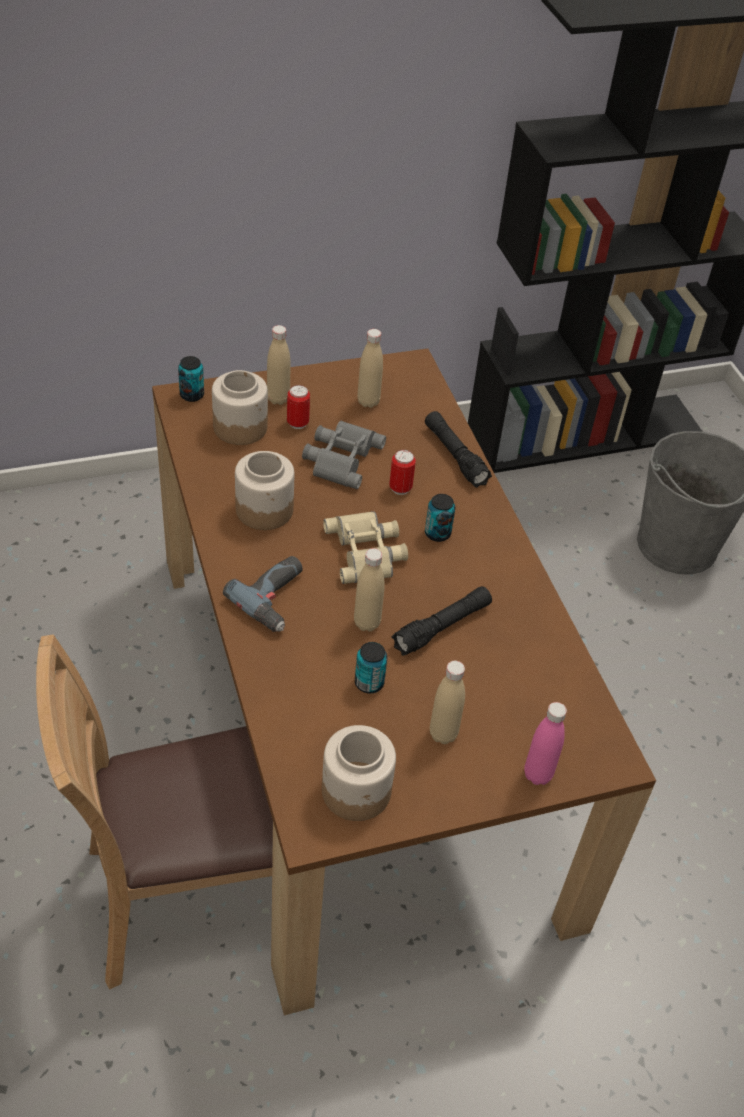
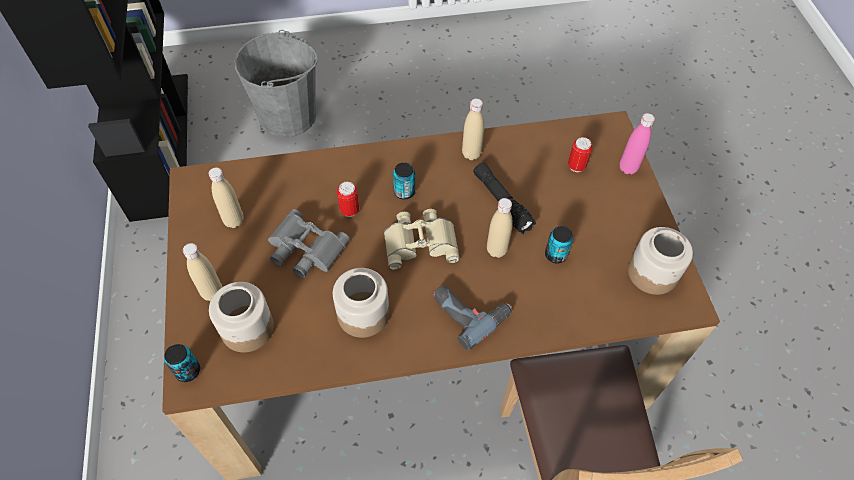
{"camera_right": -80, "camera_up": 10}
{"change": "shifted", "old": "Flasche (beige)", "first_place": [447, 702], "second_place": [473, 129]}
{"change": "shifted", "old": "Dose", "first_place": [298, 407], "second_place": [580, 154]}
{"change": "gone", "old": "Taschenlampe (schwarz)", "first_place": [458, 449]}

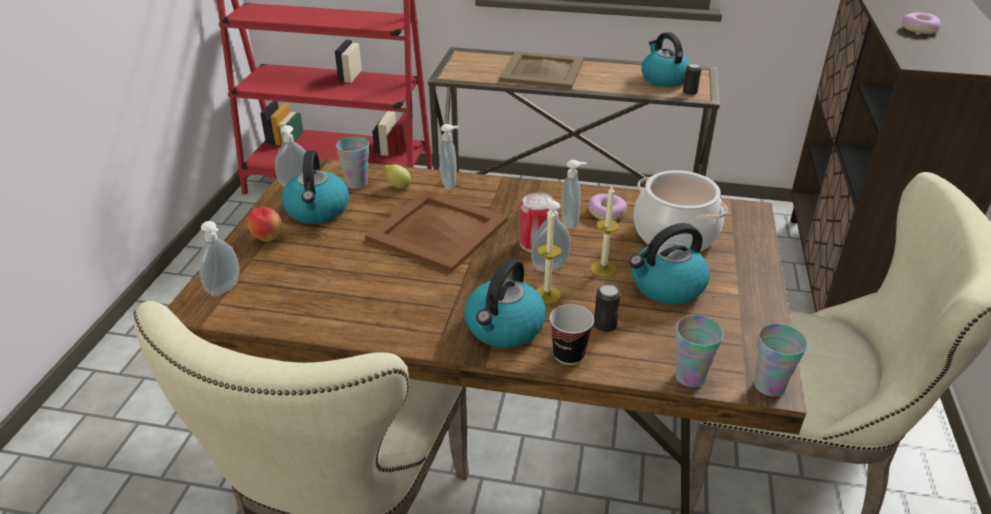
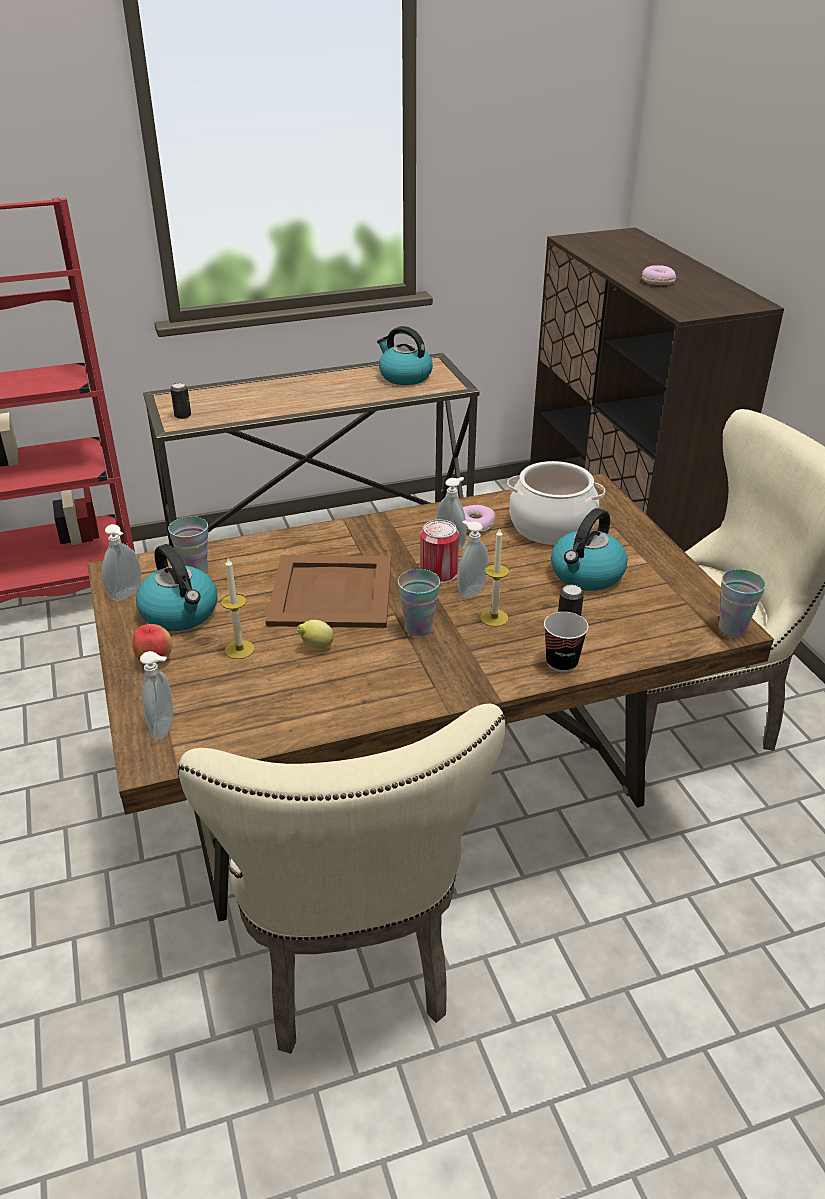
{"camera_right": -30, "camera_up": 0}
{"change": "shifted", "old": "Dose", "first_place": [692, 79], "second_place": [180, 401]}
{"change": "shifted", "old": "Kerze", "first_place": [605, 231], "second_place": [238, 608]}
{"change": "shifted", "old": "Zitrone", "first_place": [397, 176], "second_place": [315, 634]}
{"change": "shifted", "old": "Tasse", "first_place": [699, 351], "second_place": [419, 602]}
{"change": "gone", "old": "Seifenspender", "first_place": [449, 156]}
{"change": "gone", "old": "Wasserkessel", "first_place": [505, 303]}
{"change": "gone", "old": "Tablett (beige)", "first_place": [541, 70]}

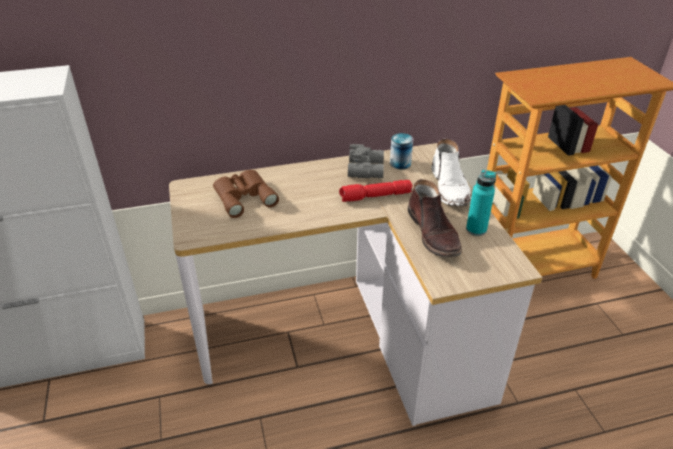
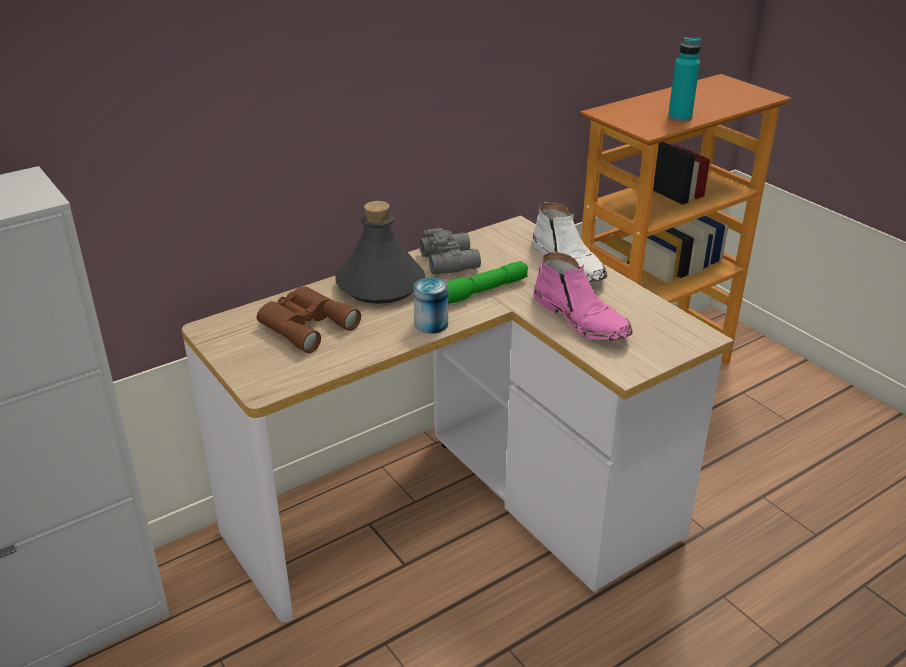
{"camera_right": -20, "camera_up": -5}
{"change": "new", "new": "Flasche (grau)", "second_place": [380, 252]}
{"change": "shifted", "old": "Dose", "first_place": [401, 151], "second_place": [431, 305]}
{"change": "repainted", "old": "Taschenlampe (rot)", "new": "Taschenlampe (grün)", "first_place": [375, 191], "second_place": [487, 282]}
{"change": "repainted", "old": "Stiefel (braun)", "new": "Stiefel (rosa)", "first_place": [435, 218], "second_place": [583, 296]}
{"change": "shifted", "old": "Flasche (türkis)", "first_place": [481, 203], "second_place": [684, 79]}

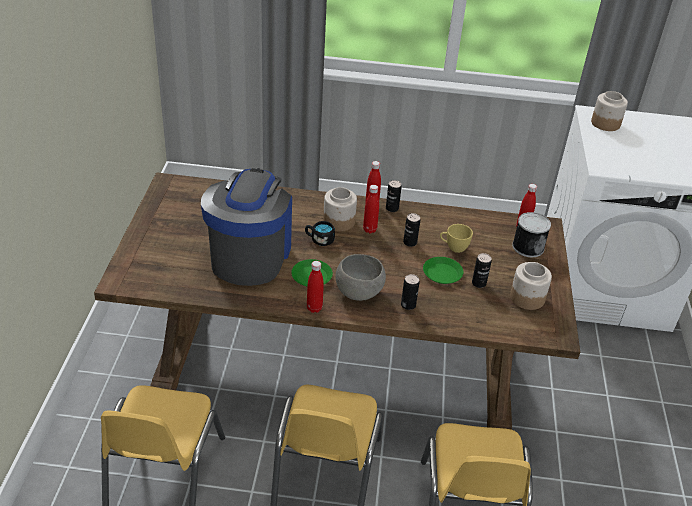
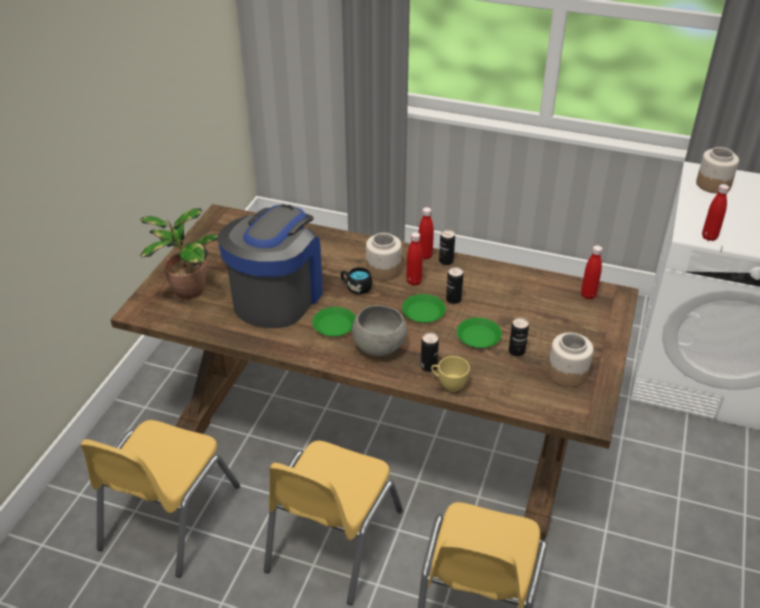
{"camera_right": 15, "camera_up": 0}
{"change": "new", "new": "Topfpflanze", "second_place": [179, 253]}
{"change": "new", "new": "Teller (grün)", "second_place": [424, 308]}
{"change": "shifted", "old": "Tasse (gelb)", "first_place": [456, 238], "second_place": [450, 374]}
{"change": "shifted", "old": "Flasche (rot)", "first_place": [315, 287], "second_place": [715, 212]}
{"change": "gone", "old": "Dose", "first_place": [531, 234]}

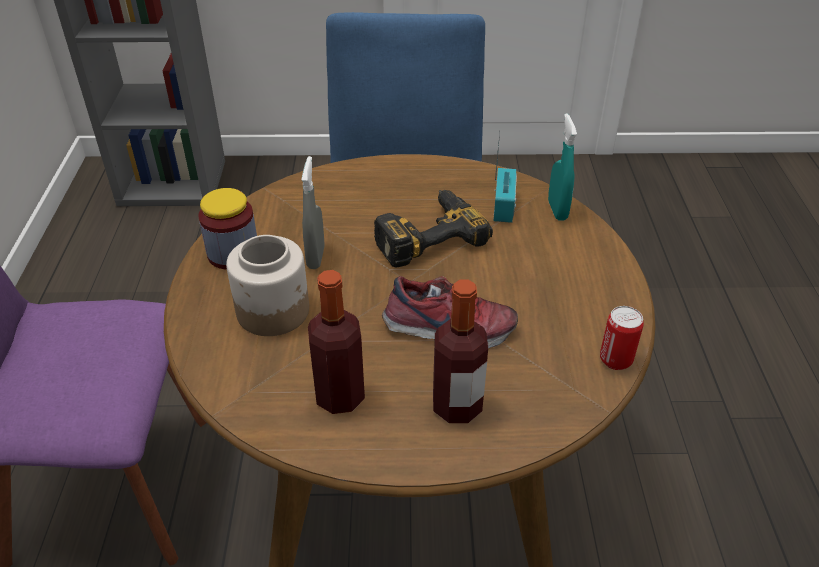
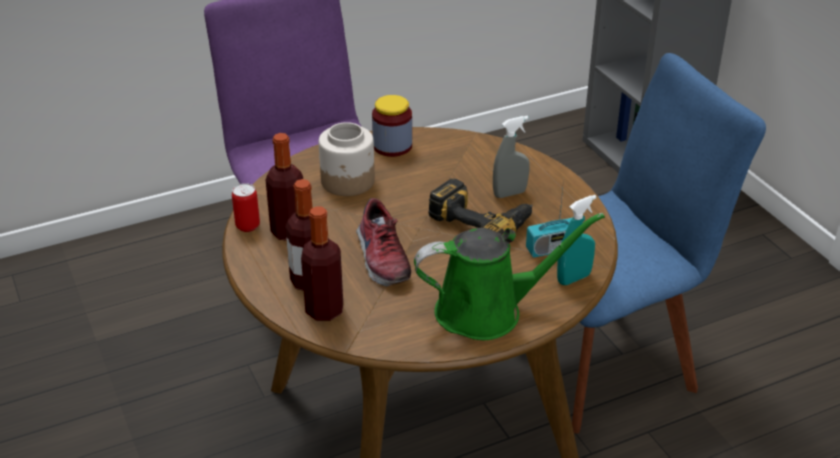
{"camera_right": 65, "camera_up": -5}
{"change": "shifted", "old": "Dose", "first_place": [622, 338], "second_place": [246, 207]}
{"change": "new", "new": "Flasche", "second_place": [322, 264]}
{"change": "new", "new": "Gießkanne (grün)", "second_place": [509, 276]}
{"change": "shifted", "old": "Sprühflasche (grau)", "first_place": [313, 212], "second_place": [511, 157]}

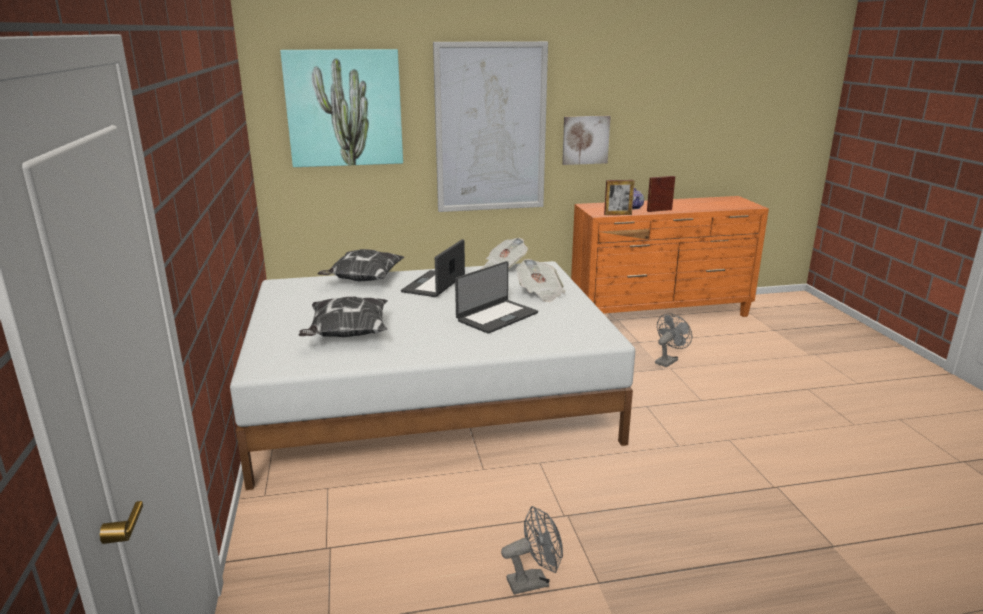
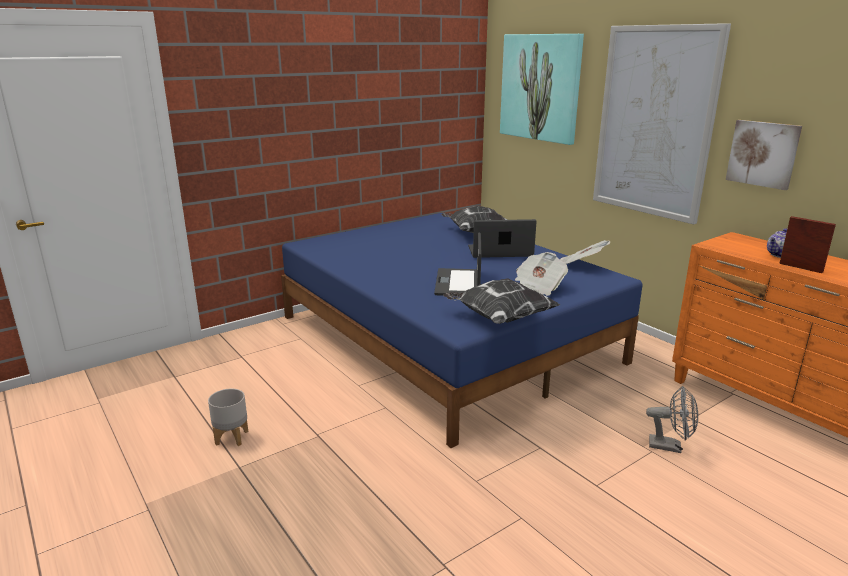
{"camera_right": 65, "camera_up": 0}
{"change": "swapped", "old": "Ventilator (grau)", "new": "Pflanzkübel (grau)", "first_place": [532, 550], "second_place": [228, 417]}
{"change": "repainted", "old": "Bett (weiß)", "new": "Bett (blau)", "first_place": [432, 375], "second_place": [461, 330]}
{"change": "rotated", "old": "Laptop", "first_place": [496, 297], "second_place": [457, 264], "degrees": 75}
{"change": "shifted", "old": "Kissen", "first_place": [342, 317], "second_place": [502, 301]}
{"change": "gone", "old": "Bilderrahmen", "first_place": [619, 197]}

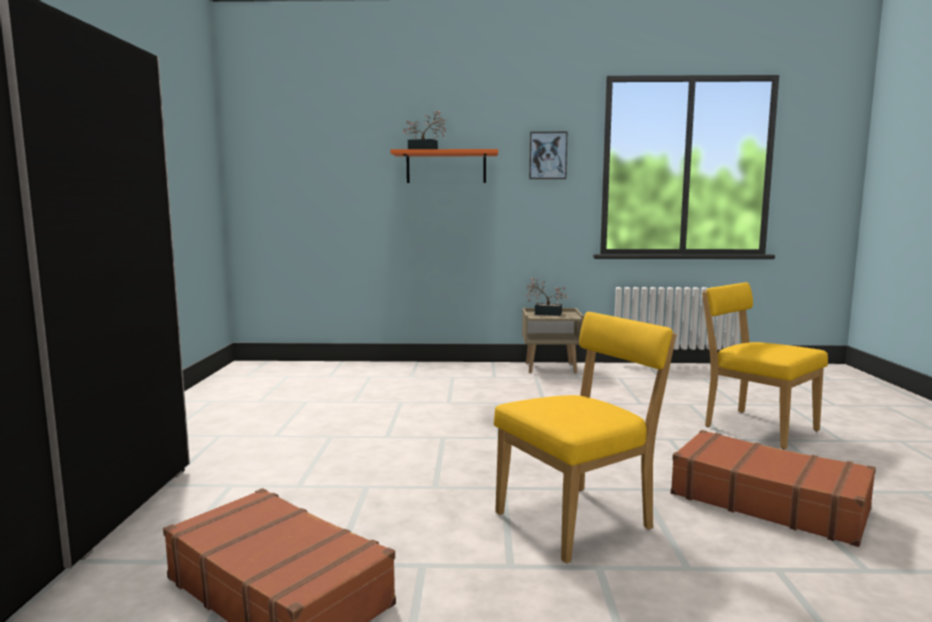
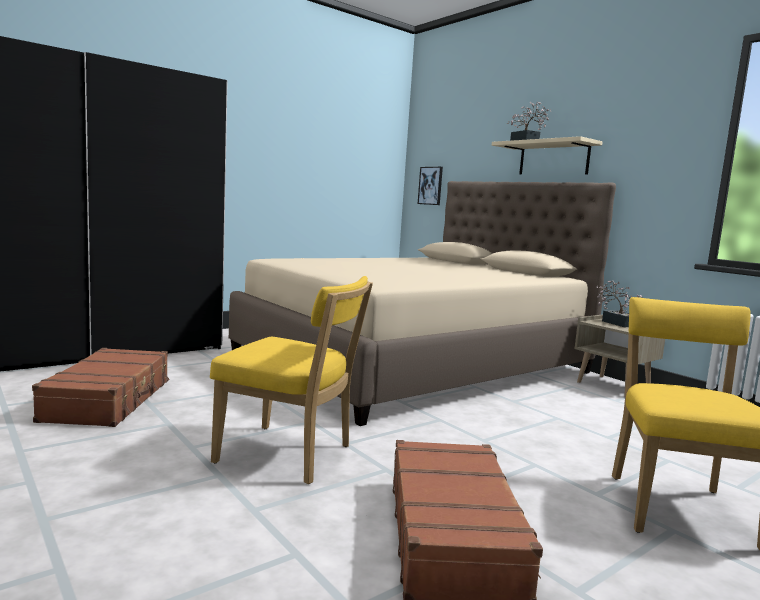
{"camera_right": 50, "camera_up": 0}
{"change": "new", "new": "Bett (beige)", "second_place": [422, 303]}
{"change": "shifted", "old": "Bild", "first_place": [548, 155], "second_place": [430, 186]}
{"change": "repainted", "old": "Wandregal (orange)", "new": "Wandregal (beige)", "first_place": [444, 166], "second_place": [547, 155]}

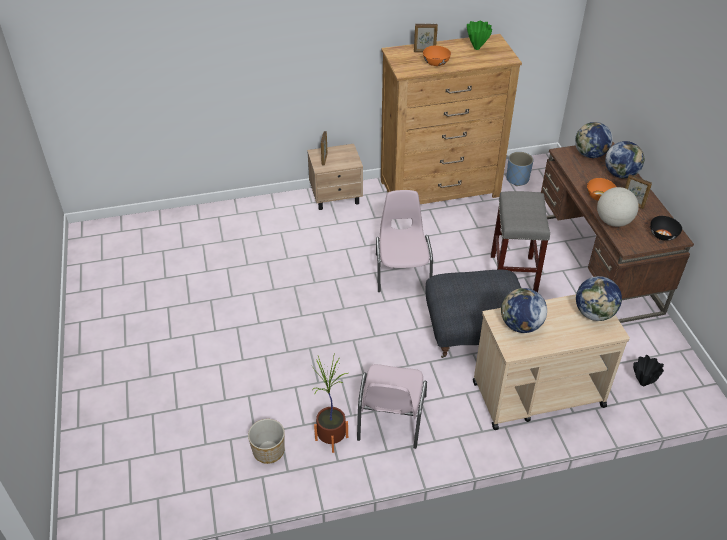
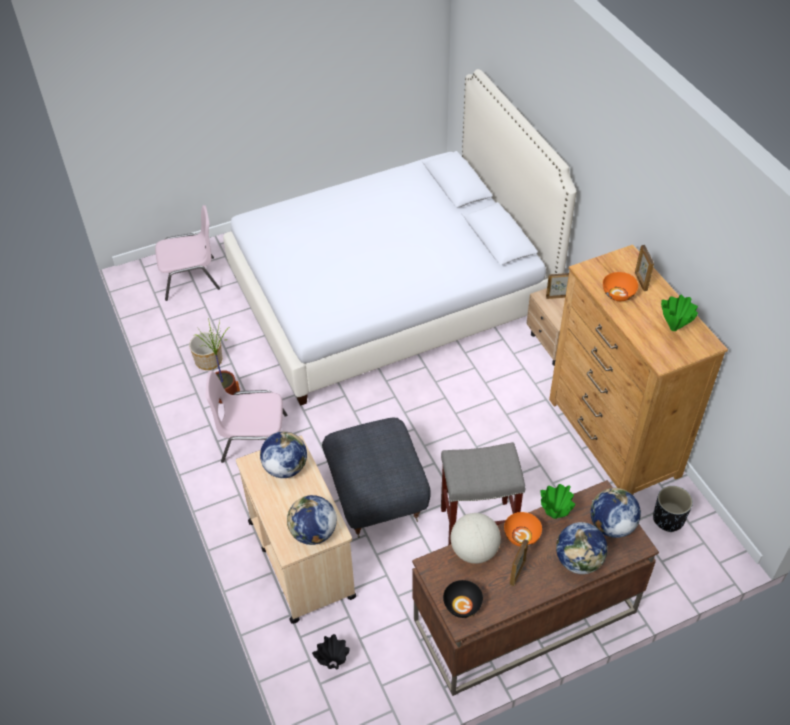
{"camera_right": 80, "camera_up": 5}
{"change": "shifted", "old": "Stuhl (rosa)", "first_place": [404, 241], "second_place": [187, 253]}
{"change": "new", "new": "Bett (weiß)", "second_place": [400, 237]}
{"change": "new", "new": "Vase (grün)", "second_place": [558, 501]}
{"change": "repainted", "old": "Pflanzkübel (blau)", "new": "Pflanzkübel (schwarz)", "first_place": [520, 169], "second_place": [673, 509]}

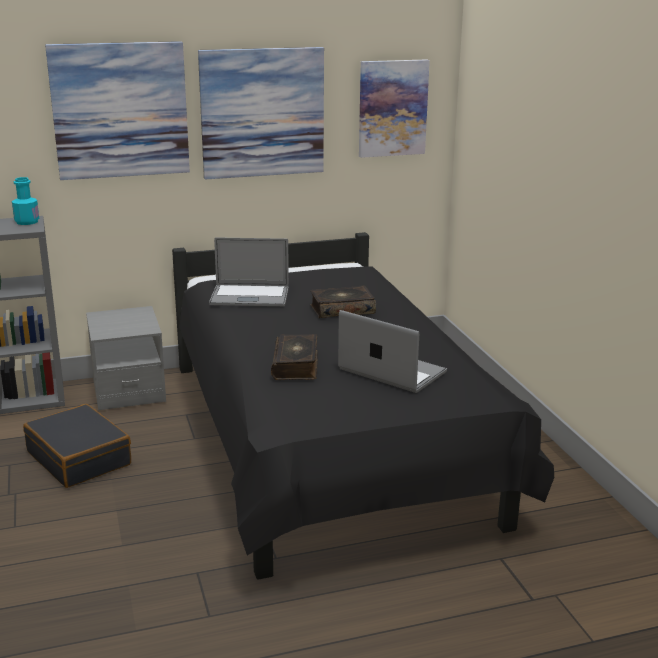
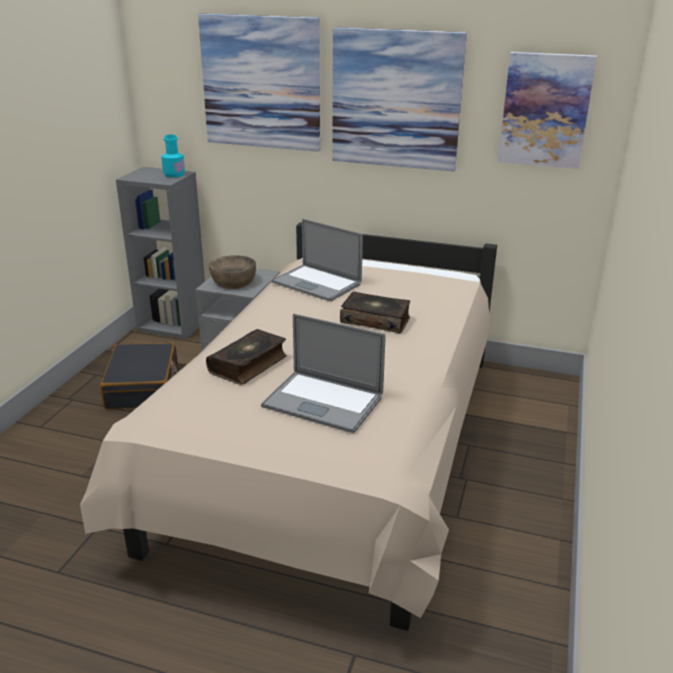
{"camera_right": 35, "camera_up": 5}
{"change": "repainted", "old": "Bett (schwarz)", "new": "Bett (beige)", "first_place": [363, 406], "second_place": [288, 426]}
{"change": "new", "new": "Schüssel (braun)", "second_place": [232, 272]}
{"change": "rotated", "old": "Laptop", "first_place": [392, 351], "second_place": [323, 373], "degrees": 135}

